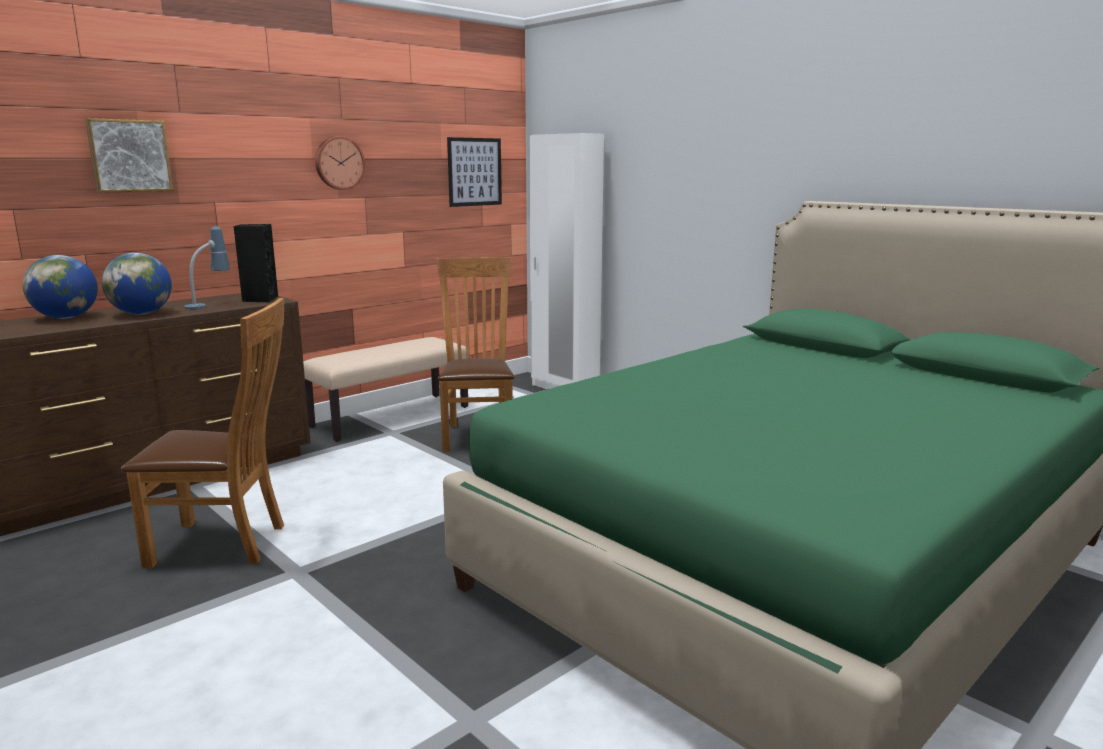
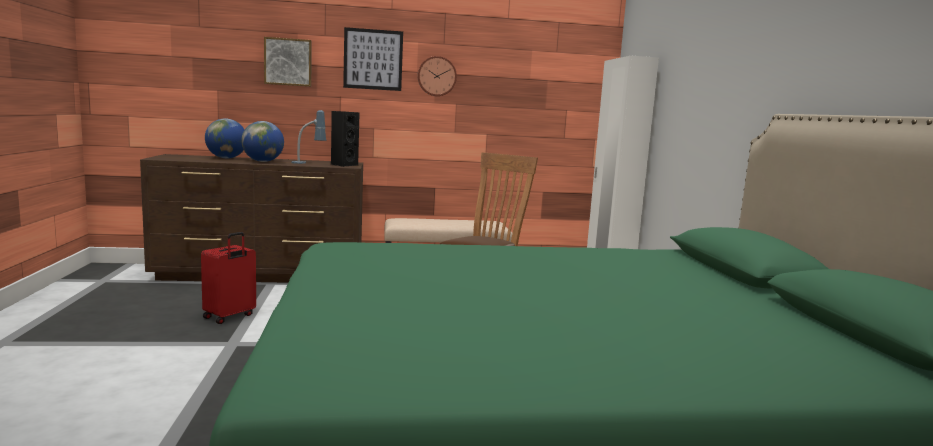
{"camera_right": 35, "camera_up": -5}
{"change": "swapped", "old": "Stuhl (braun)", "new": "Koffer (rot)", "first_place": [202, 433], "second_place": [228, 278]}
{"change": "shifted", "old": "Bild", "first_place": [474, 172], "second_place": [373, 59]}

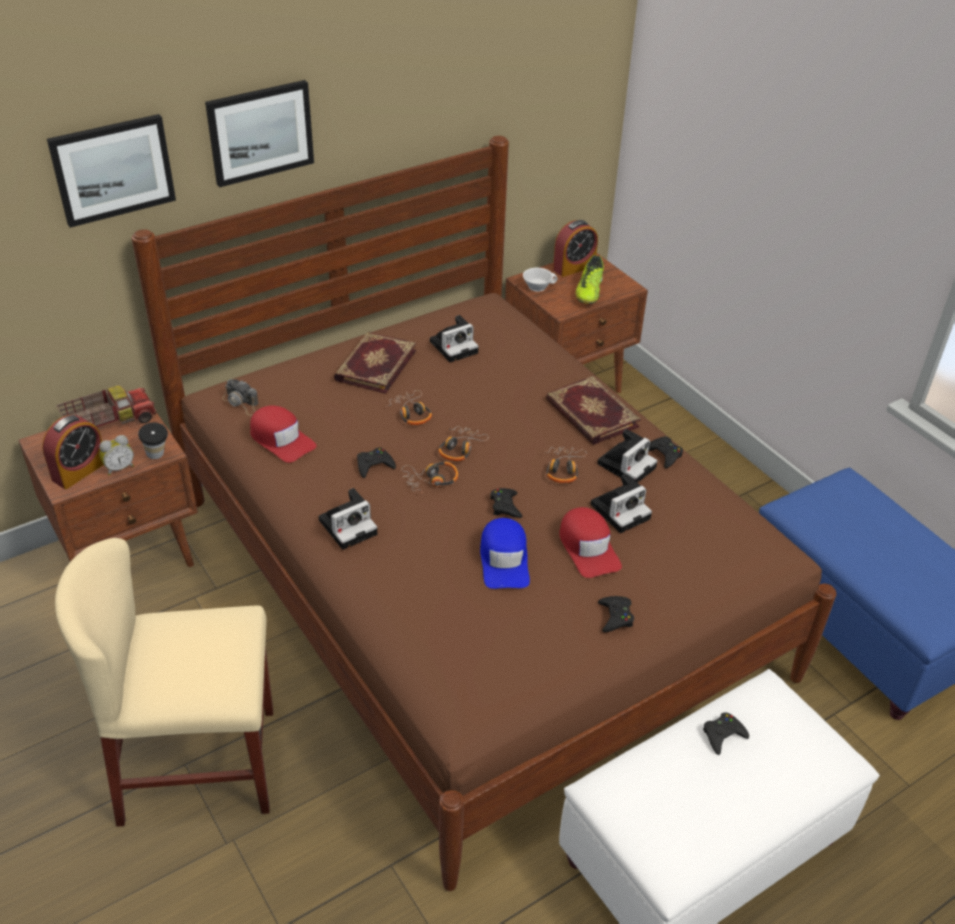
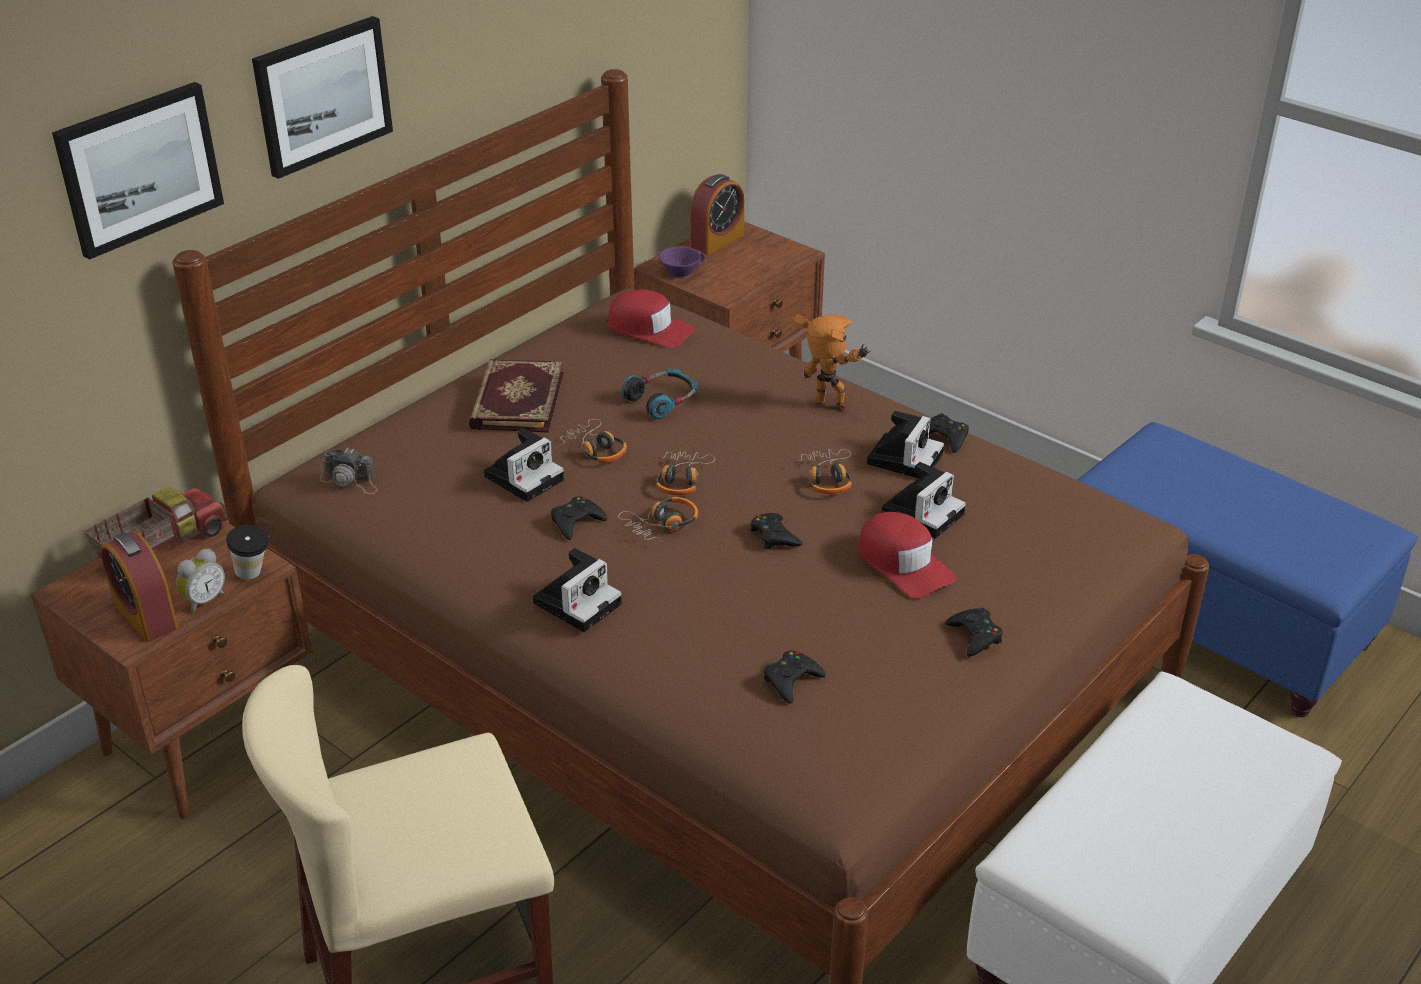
{"camera_right": -15, "camera_up": -5}
{"change": "rotated", "old": "Wecker", "first_place": [73, 452], "second_place": [139, 587], "degrees": 120}
{"change": "shifted", "old": "Kamera", "first_place": [454, 339], "second_place": [524, 465]}
{"change": "shifted", "old": "Kappe (rot)", "first_place": [283, 434], "second_place": [651, 318]}
{"change": "new", "new": "Kopfhörer", "second_place": [659, 393]}
{"change": "repainted", "old": "Tasse (weiß)", "new": "Tasse (lila)", "first_place": [540, 280], "second_place": [682, 262]}
{"change": "shifted", "old": "Gamepad (schwarz)", "first_place": [726, 733], "second_place": [795, 677]}
{"change": "swapped", "old": "Buch", "new": "Spielzeugroboter", "first_place": [593, 410], "second_place": [831, 362]}
{"change": "gone", "old": "Kappe (blau)", "first_place": [505, 553]}
{"change": "gone", "old": "Schuh", "first_place": [589, 279]}

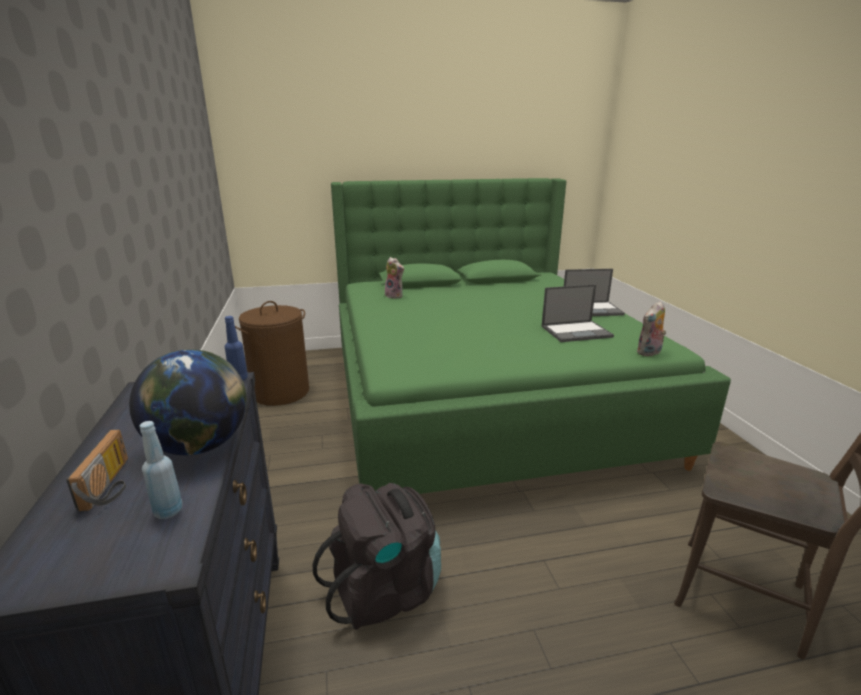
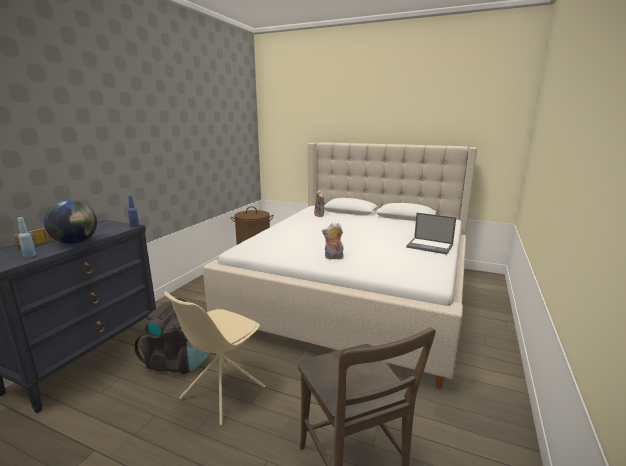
{"camera_right": 35, "camera_up": -5}
{"change": "new", "new": "Stuhl (beige)", "second_place": [214, 359]}
{"change": "repainted", "old": "Bett (grün)", "new": "Bett (beige)", "first_place": [531, 336], "second_place": [340, 265]}
{"change": "shifted", "old": "Plüschtier", "first_place": [651, 329], "second_place": [333, 241]}
{"change": "gone", "old": "Laptop", "first_place": [578, 313]}

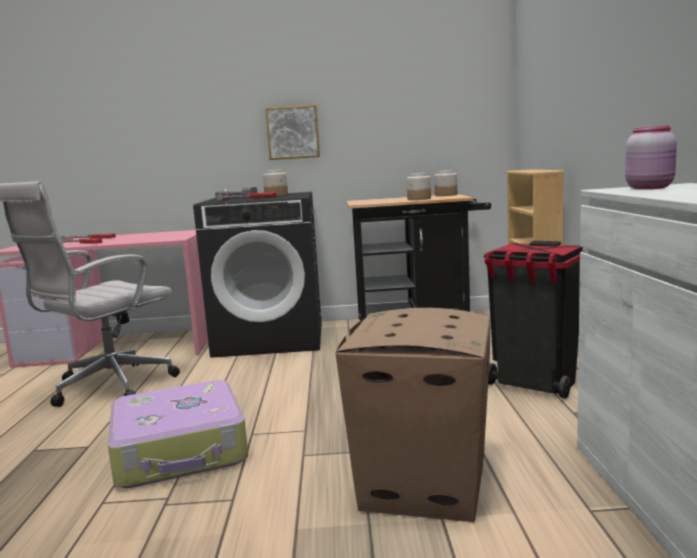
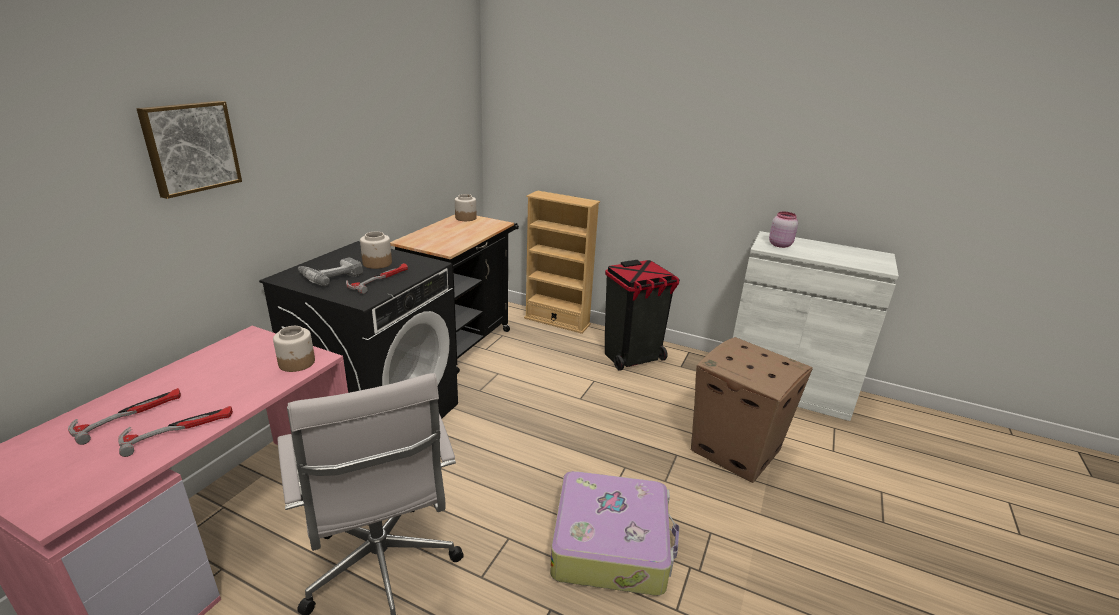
{"camera_right": -65, "camera_up": 15}
{"change": "shifted", "old": "Bild", "first_place": [292, 132], "second_place": [189, 150]}
{"change": "shifted", "old": "Vorratsglas", "first_place": [419, 186], "second_place": [294, 349]}

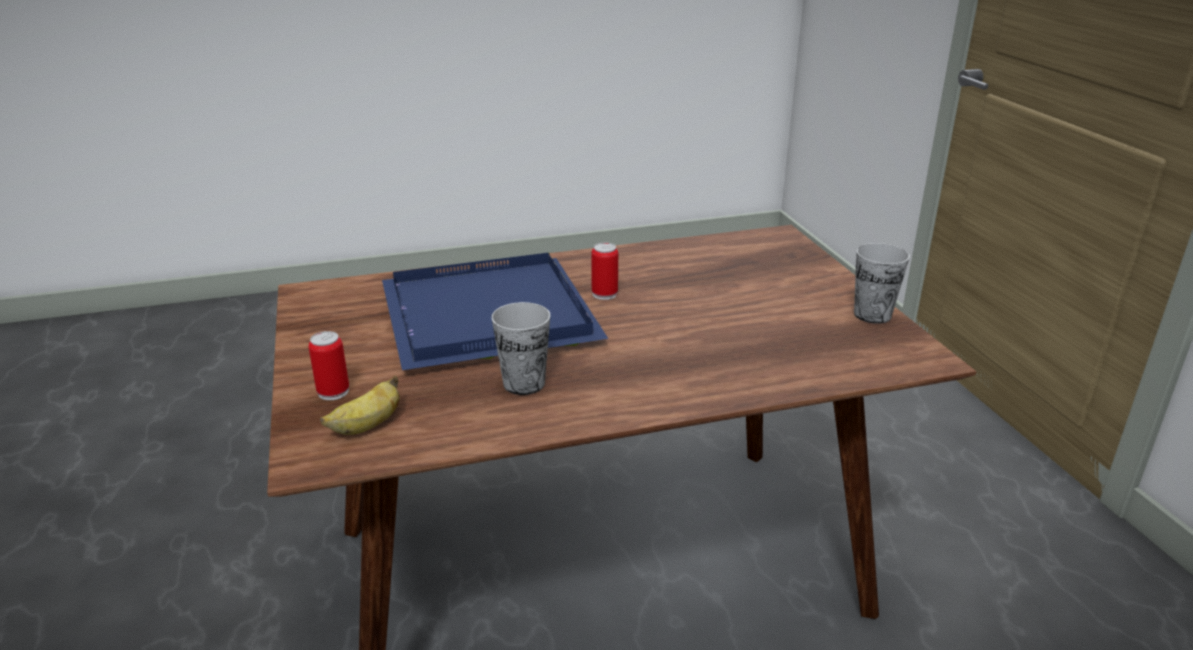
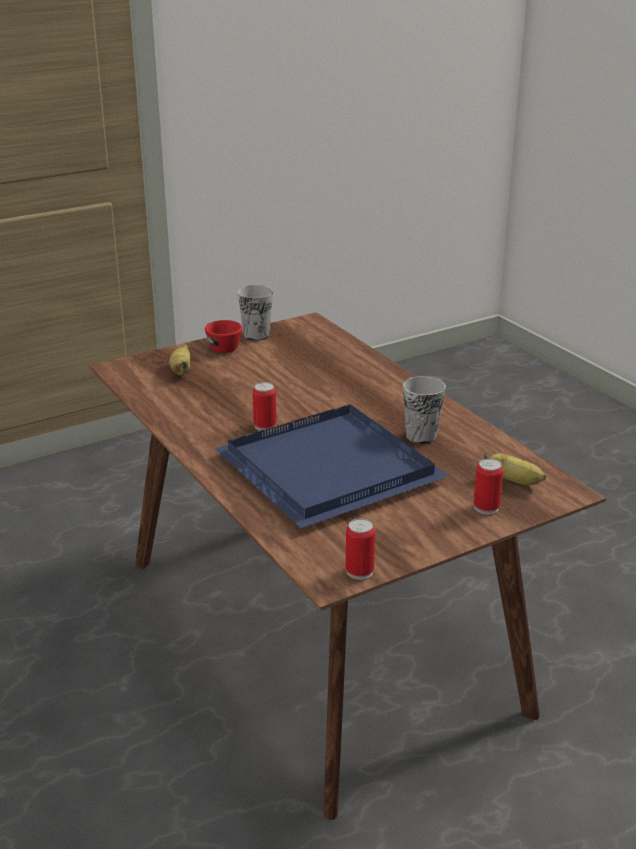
{"camera_right": -105, "camera_up": 0}
{"change": "new", "new": "Banane", "second_place": [179, 360]}
{"change": "new", "new": "Tasse (rot)", "second_place": [223, 336]}
{"change": "new", "new": "Dose", "second_place": [360, 549]}

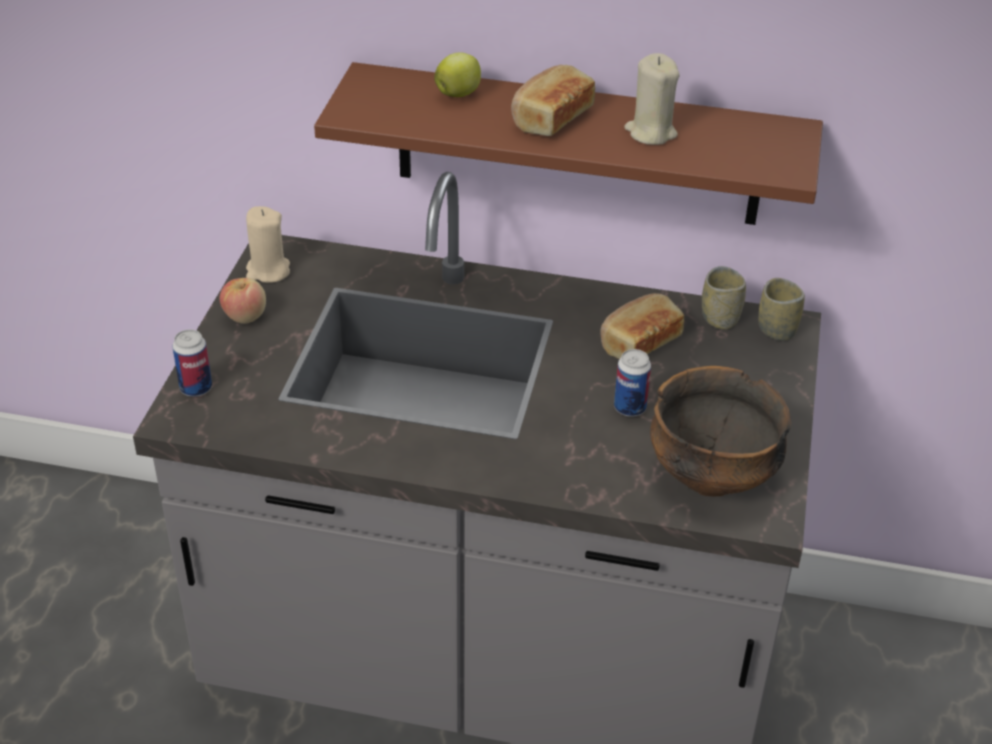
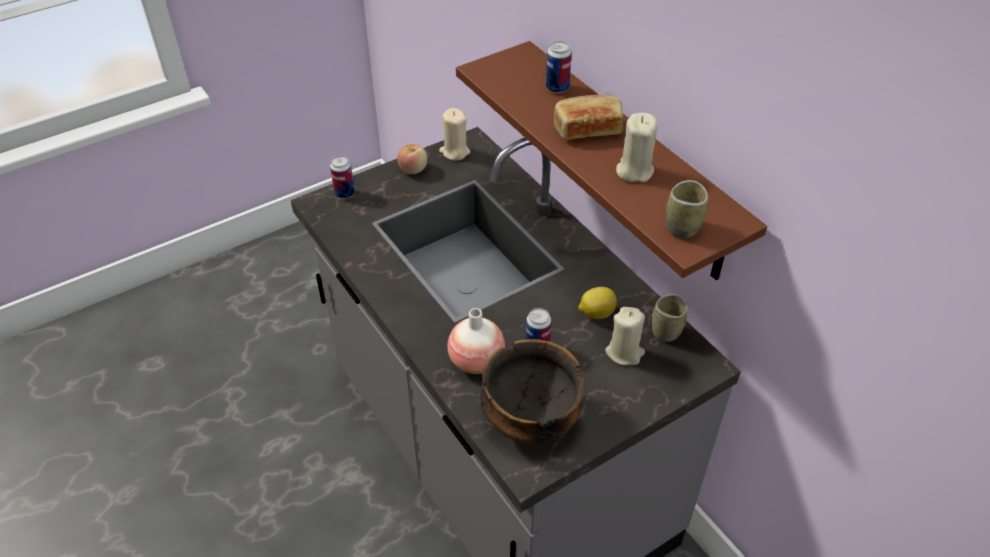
{"camera_right": 45, "camera_up": 5}
{"change": "new", "new": "Vase", "second_place": [476, 341]}
{"change": "swapped", "old": "Apfel", "new": "Dose", "first_place": [457, 74], "second_place": [559, 67]}
{"change": "swapped", "old": "Brot", "new": "Zitrone", "first_place": [642, 326], "second_place": [597, 303]}
{"change": "new", "new": "Kerze (beige)", "second_place": [625, 336]}
{"change": "shifted", "old": "Tasse", "first_place": [782, 309], "second_place": [687, 209]}

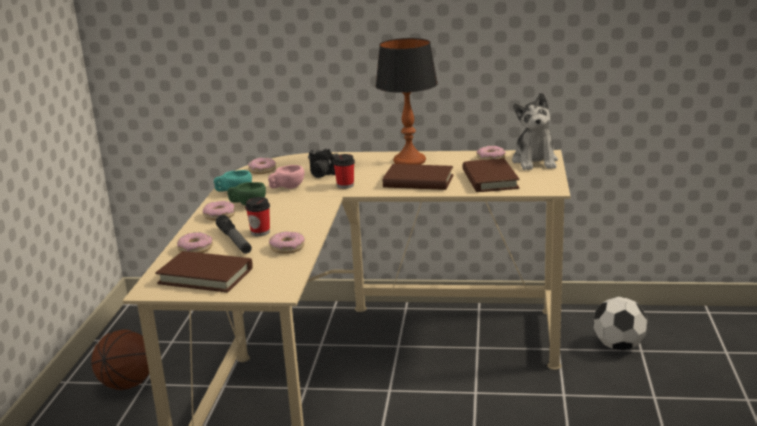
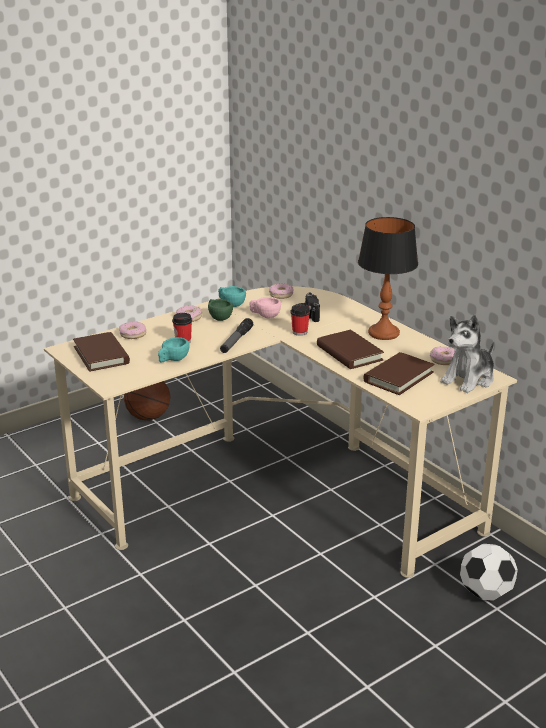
{"camera_right": 45, "camera_up": 5}
{"change": "swapped", "old": "Donut", "new": "Tasse (türkis)", "first_place": [287, 242], "second_place": [174, 350]}
{"change": "shifted", "old": "Taschenlampe", "first_place": [234, 234], "second_place": [236, 335]}

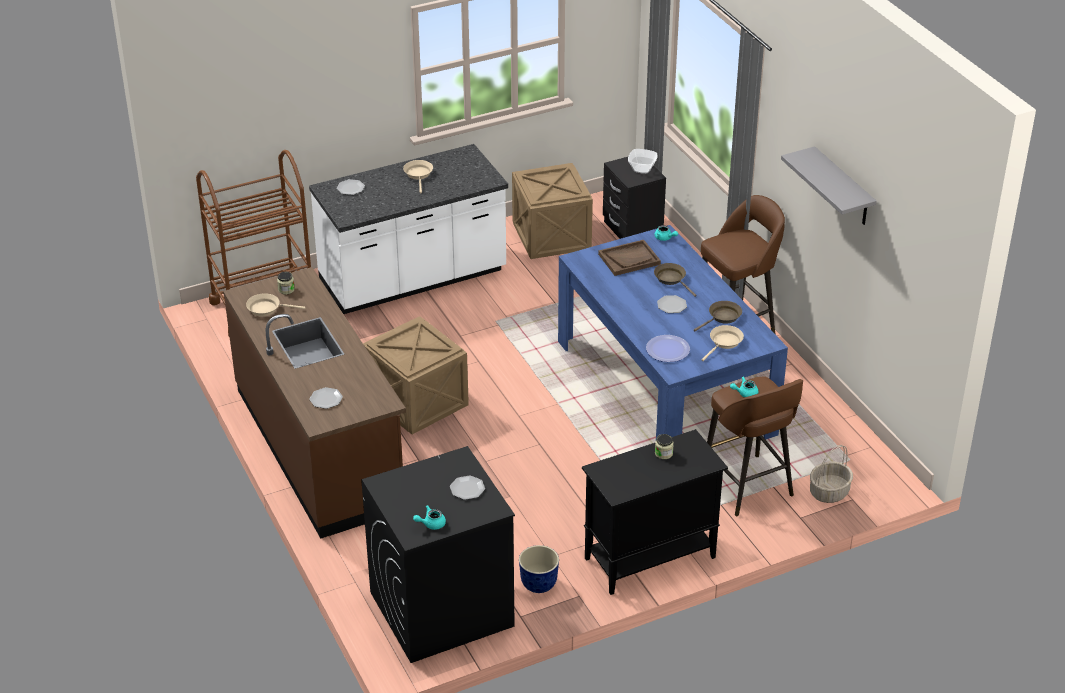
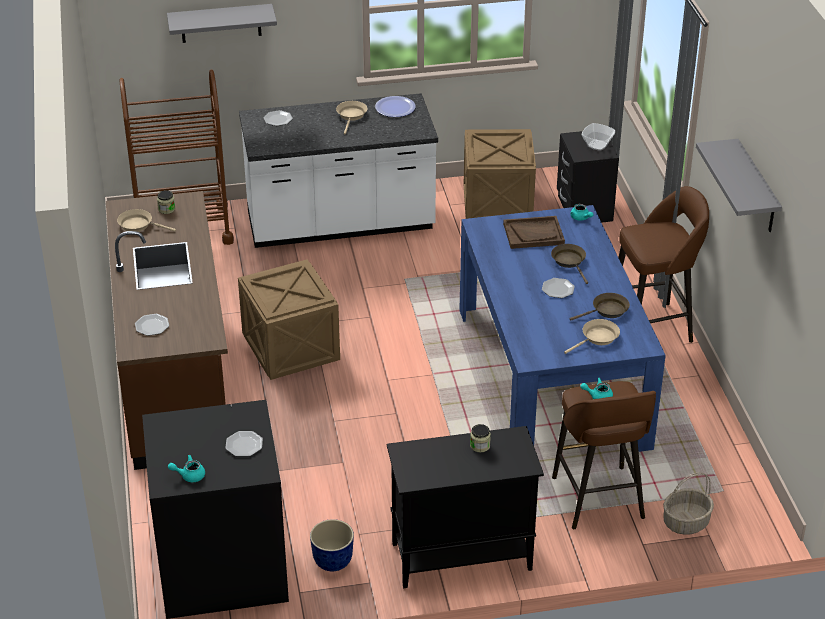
{"camera_right": 15, "camera_up": 0}
{"change": "new", "new": "Wandregal (grau)", "second_place": [222, 23]}
{"change": "shifted", "old": "Teller", "first_place": [668, 348], "second_place": [395, 106]}

